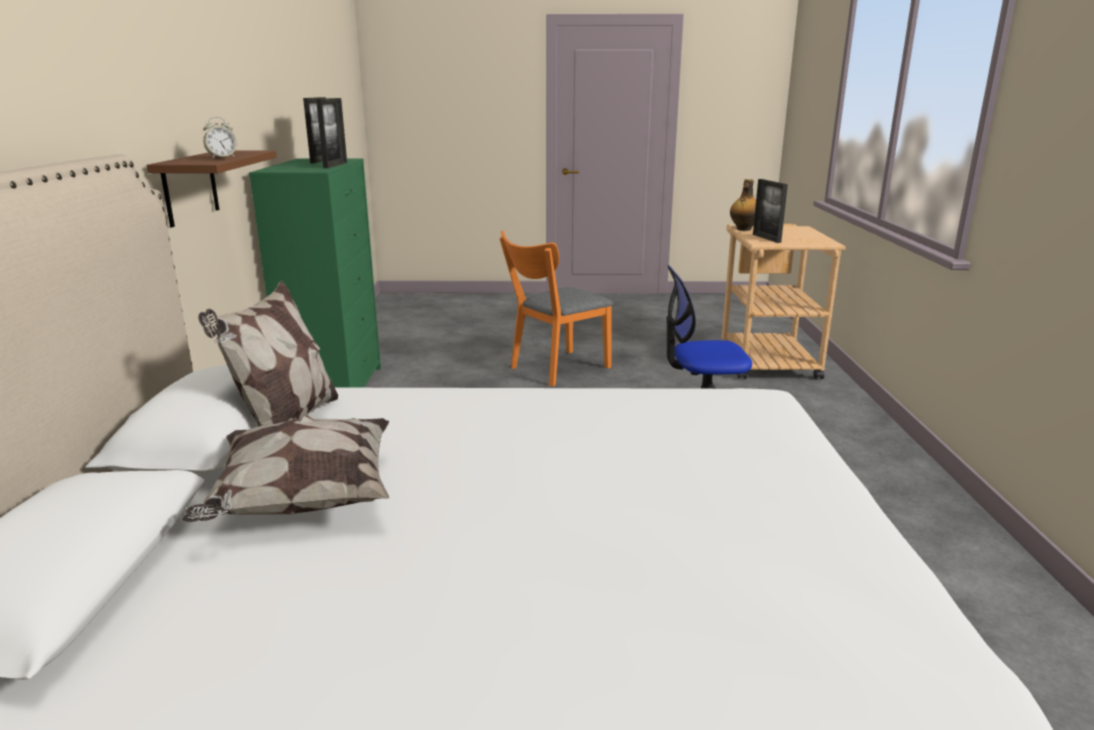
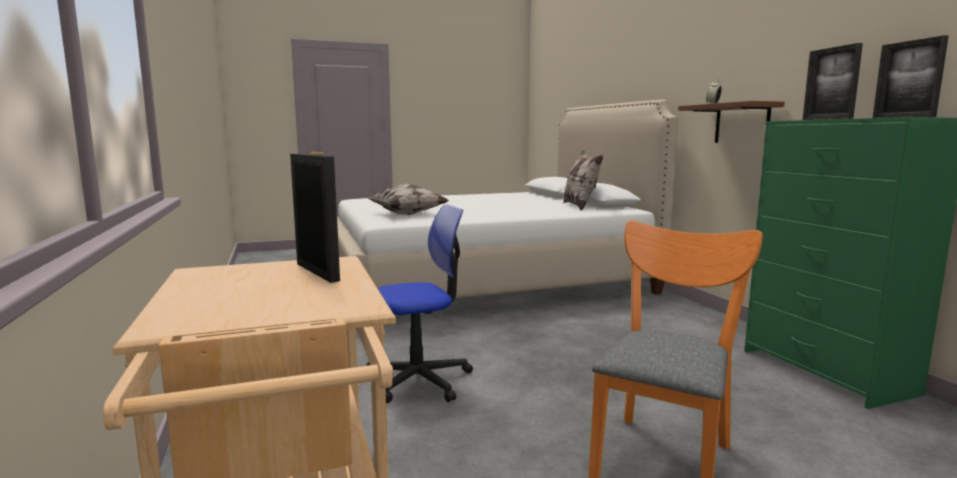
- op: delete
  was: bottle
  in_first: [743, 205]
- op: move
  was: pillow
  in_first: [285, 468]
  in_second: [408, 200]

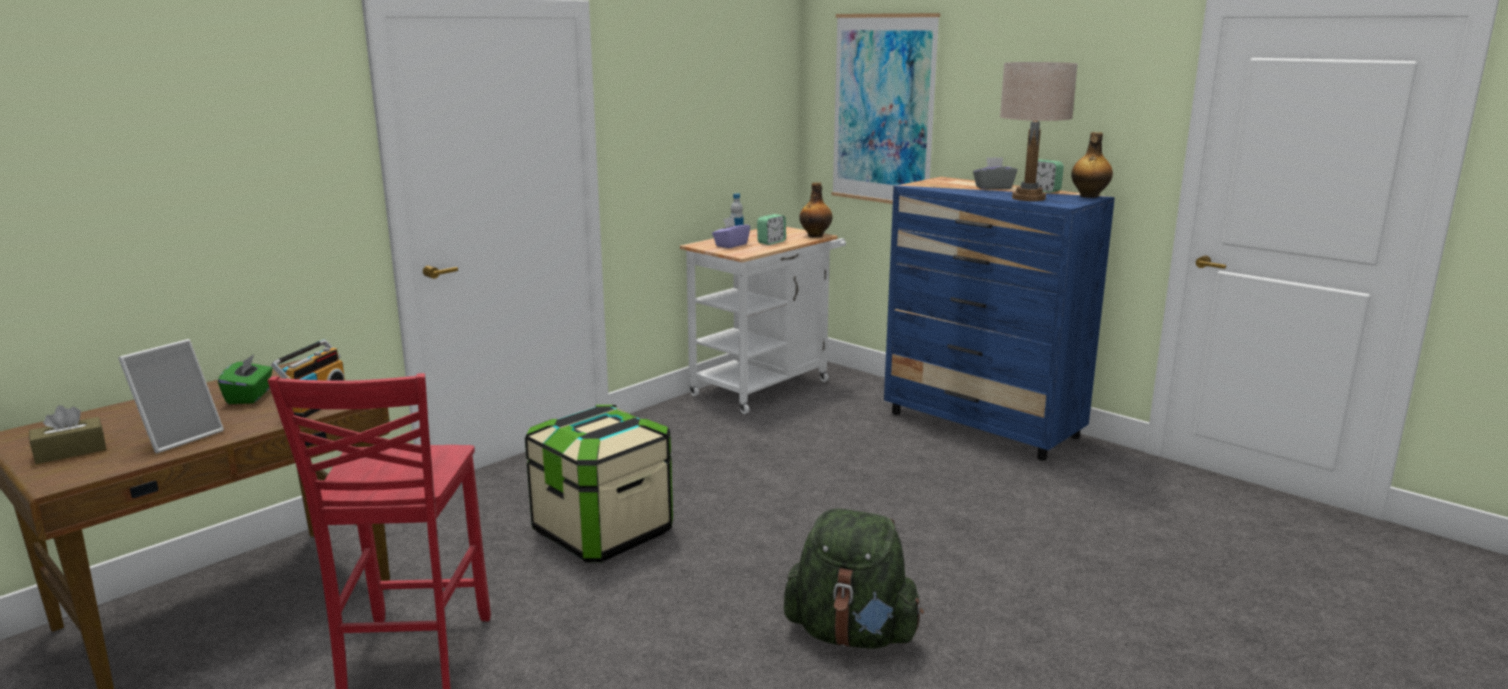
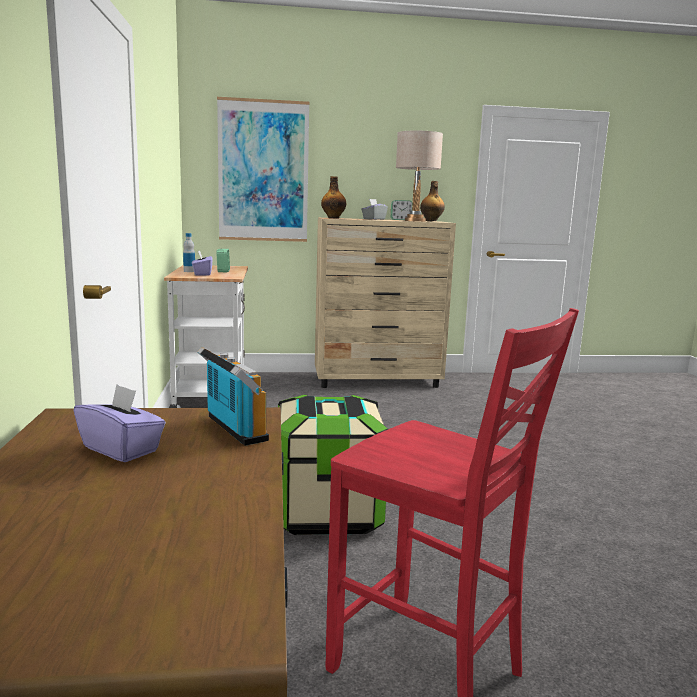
- op: recolor
  was: blue_dresser
  now: beige_dresser
  in_first: [999, 319]
  in_second: [385, 303]
- op: move
  was: bottle
  in_first: [816, 210]
  in_second: [333, 197]
- op: delete
  was: picture_frame
  in_first: [171, 396]
- op: recolor
  was: green_tissue_box
  now: purple_tissue_box
  in_first: [245, 379]
  in_second: [119, 423]
- op: delete
  was: brown_tissue_box
  in_first: [67, 434]
- op: delete
  was: green_backpack
  in_first: [854, 578]

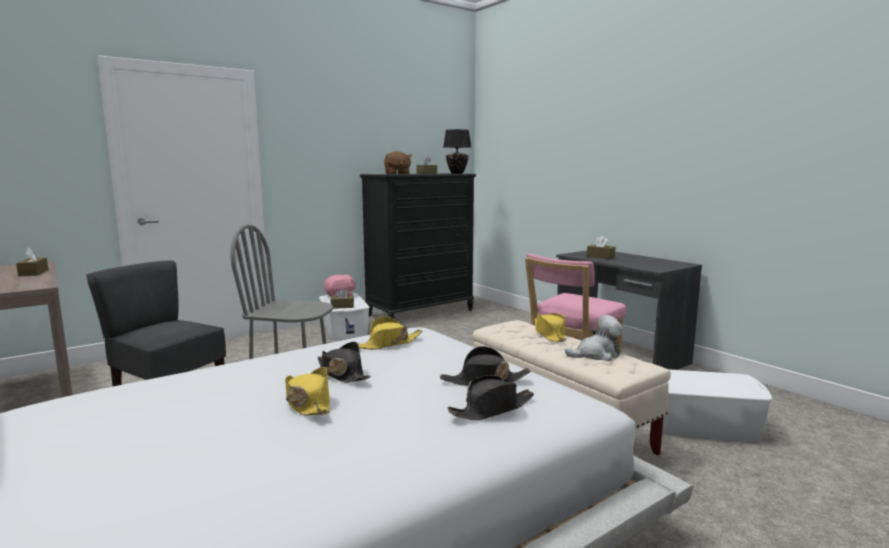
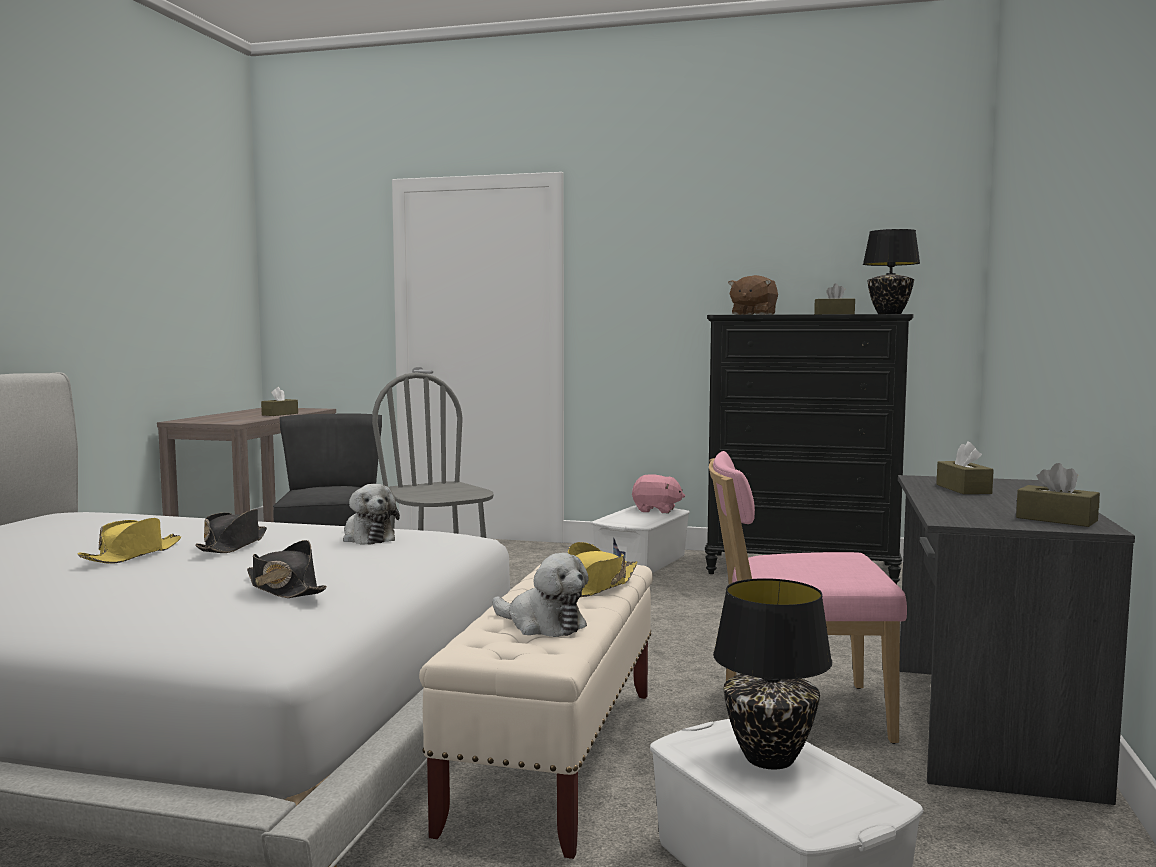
- op: move
  was: brown_tissue_box
  in_first: [342, 298]
  in_second: [1058, 495]
- op: replace
  was: yellow_hat
  now: plush_toy
  in_first: [390, 333]
  in_second: [371, 514]
- op: delete
  was: black_hat
  in_first: [490, 397]
- op: insert
  now: black_table_lamp
  in_second: [772, 673]

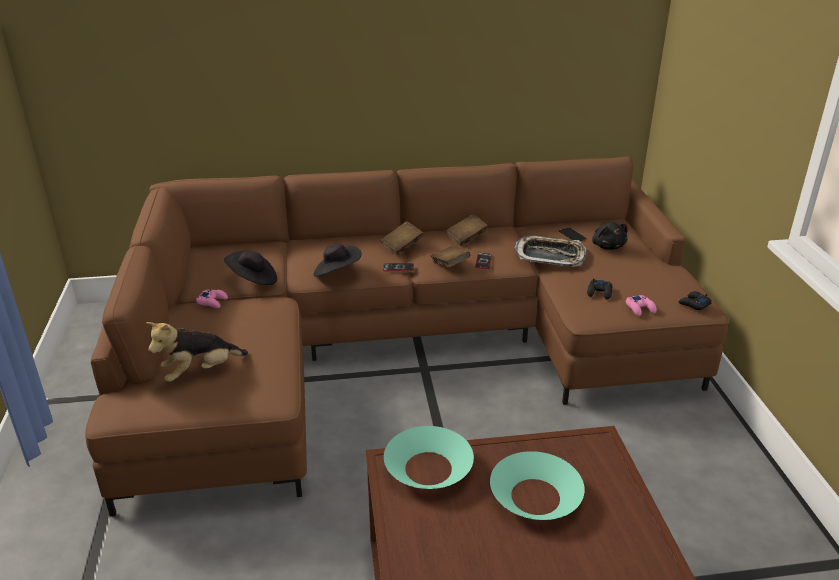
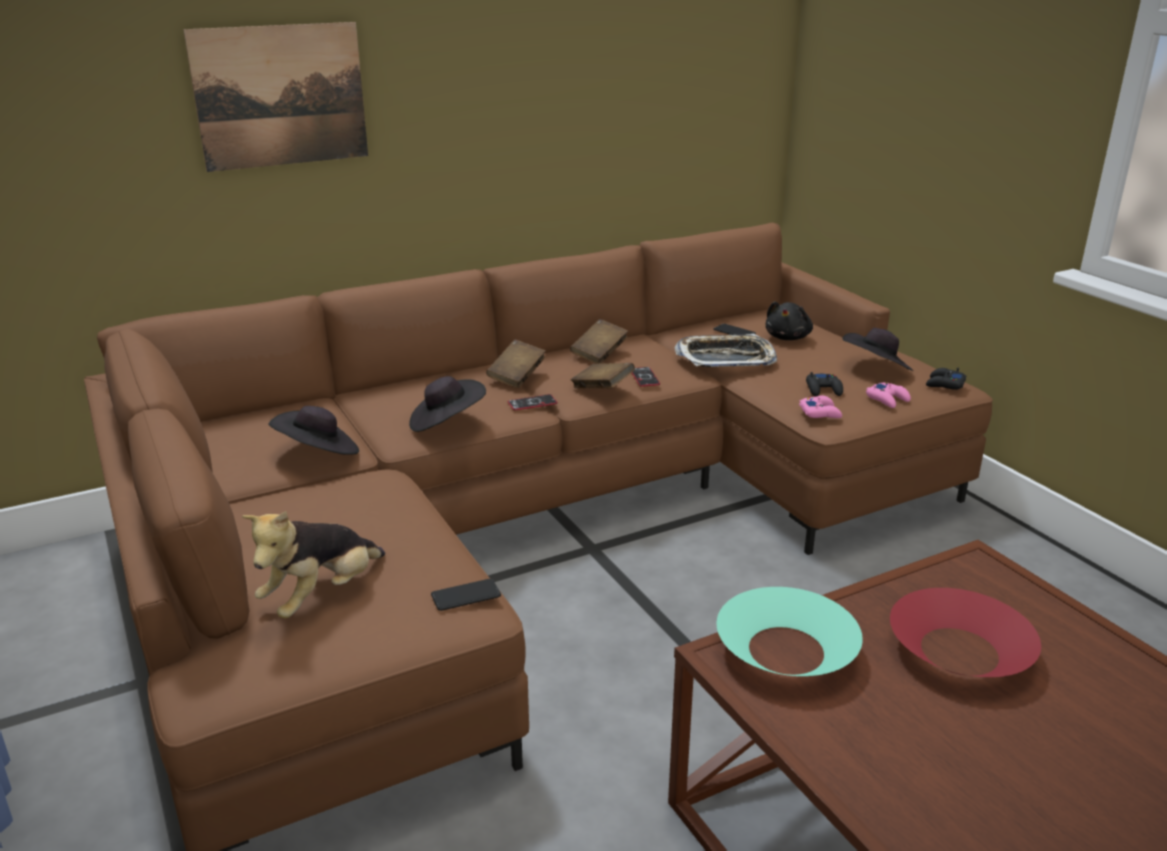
- op: rotate
  was: black_plush_toy
  in_first: [610, 236]
  in_second: [789, 320]
  clockwise: 60
- op: move
  was: pink_game_controller
  in_first: [212, 298]
  in_second: [820, 406]
- op: recolor
  was: turquoise_bowl
  now: red_bowl
  in_first: [537, 485]
  in_second: [965, 632]
- op: insert
  now: picture
  in_second: [275, 97]
- op: insert
  now: black_hat
  in_second: [878, 349]
- op: insert
  now: phone
  in_second: [466, 595]

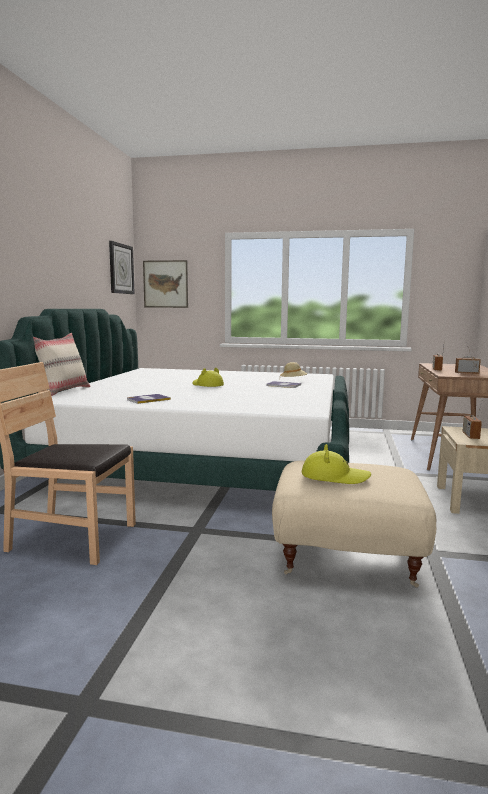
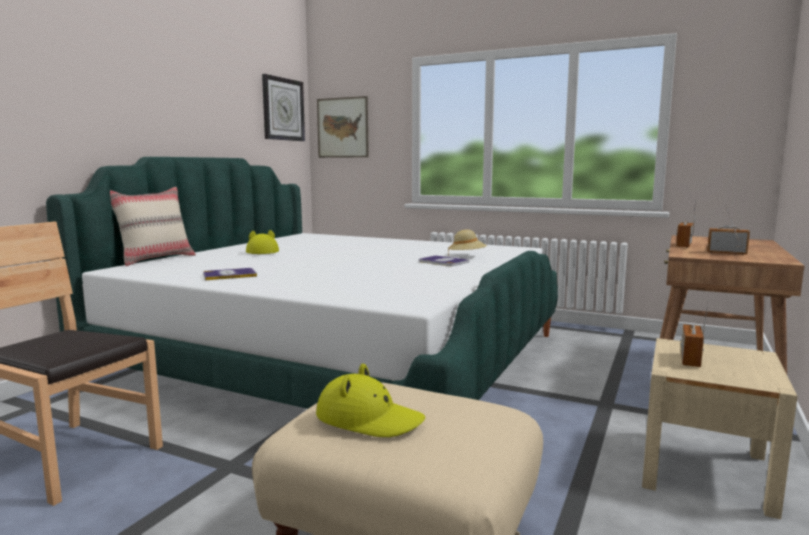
- op: move
  was: yellow_hat
  in_first: [208, 377]
  in_second: [262, 242]

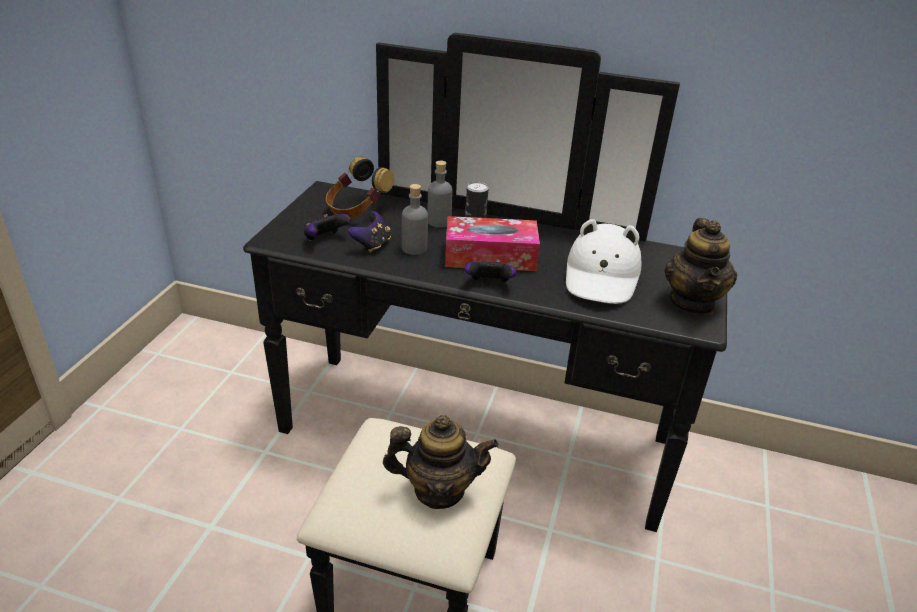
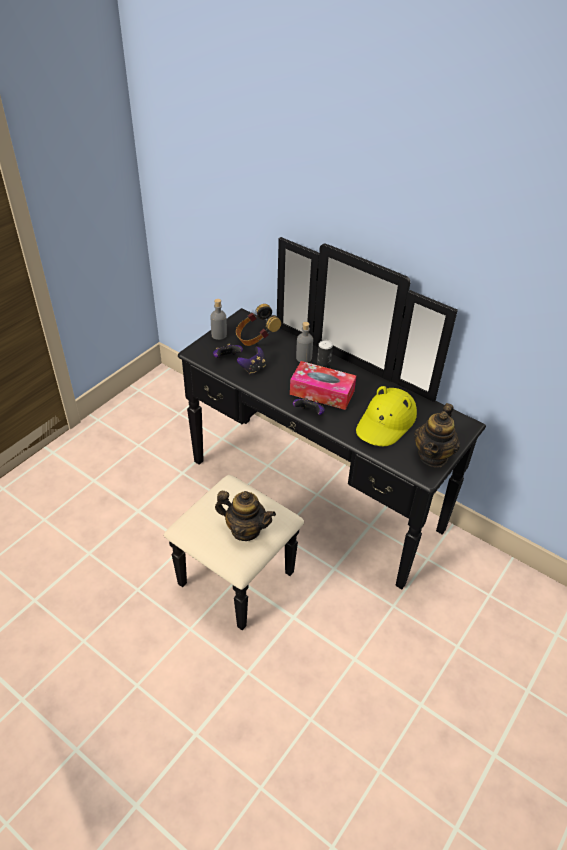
- op: move
  was: grey_bottle
  in_first: [415, 219]
  in_second: [218, 319]
- op: recolor
  was: white_hat
  now: yellow_hat
  in_first: [603, 261]
  in_second: [386, 416]

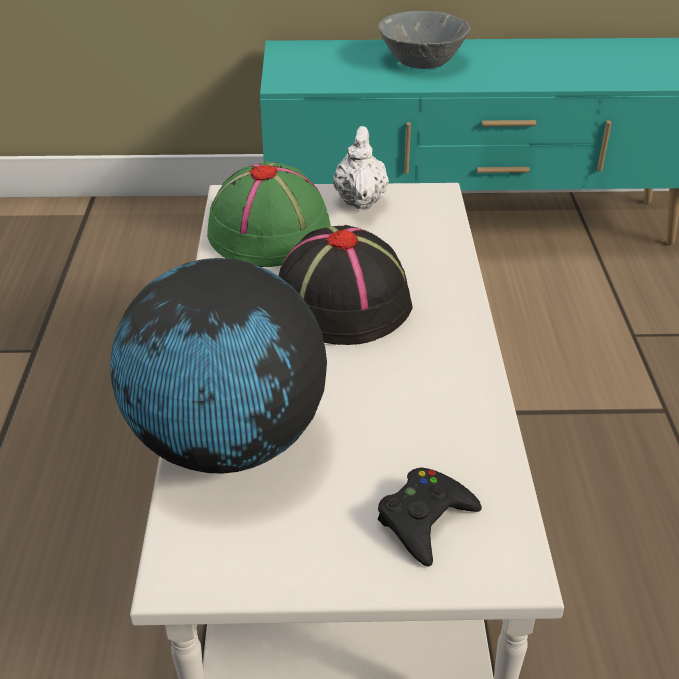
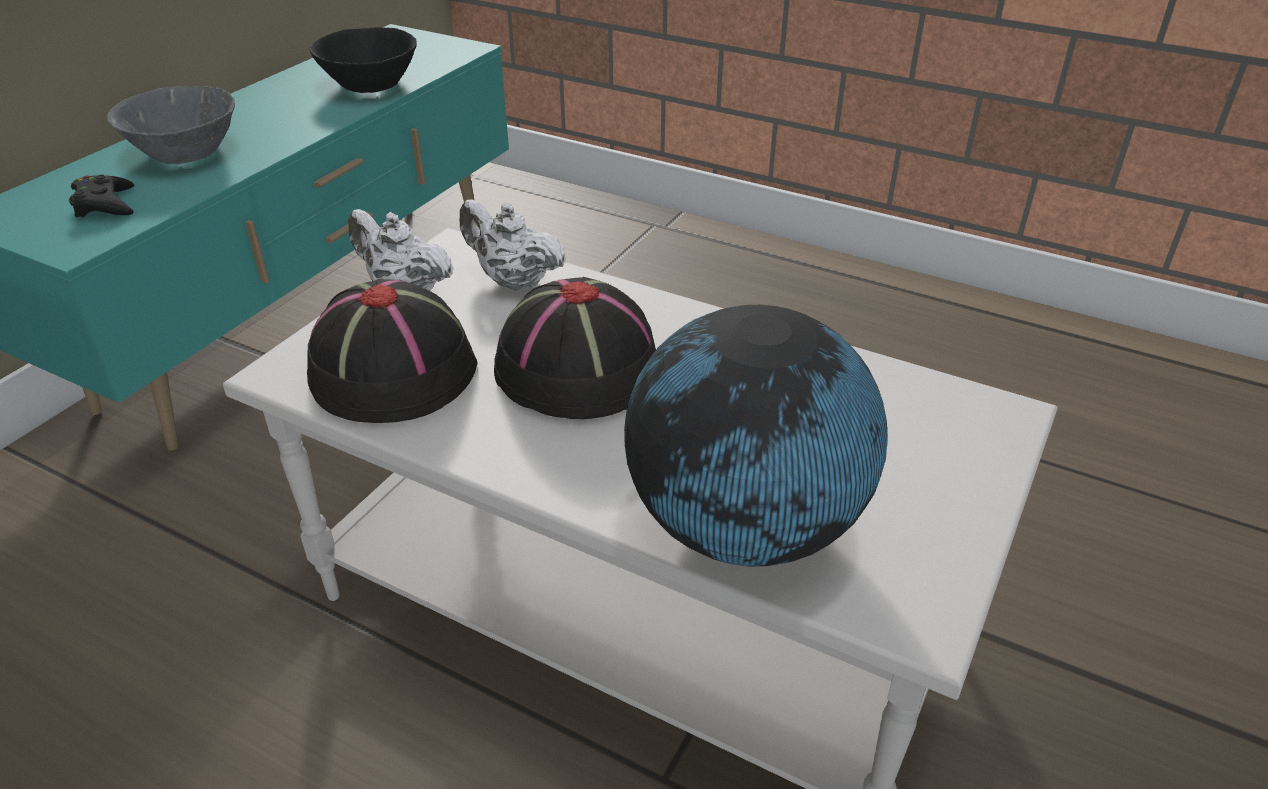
- op: recolor
  was: green_hat
  now: black_hat
  in_first: [269, 214]
  in_second: [392, 351]
- op: move
  was: black_game_controller
  in_first: [430, 517]
  in_second: [101, 196]
- op: insert
  now: black_bowl
  in_second: [363, 60]
- op: insert
  now: white_teapot
  in_second: [513, 245]

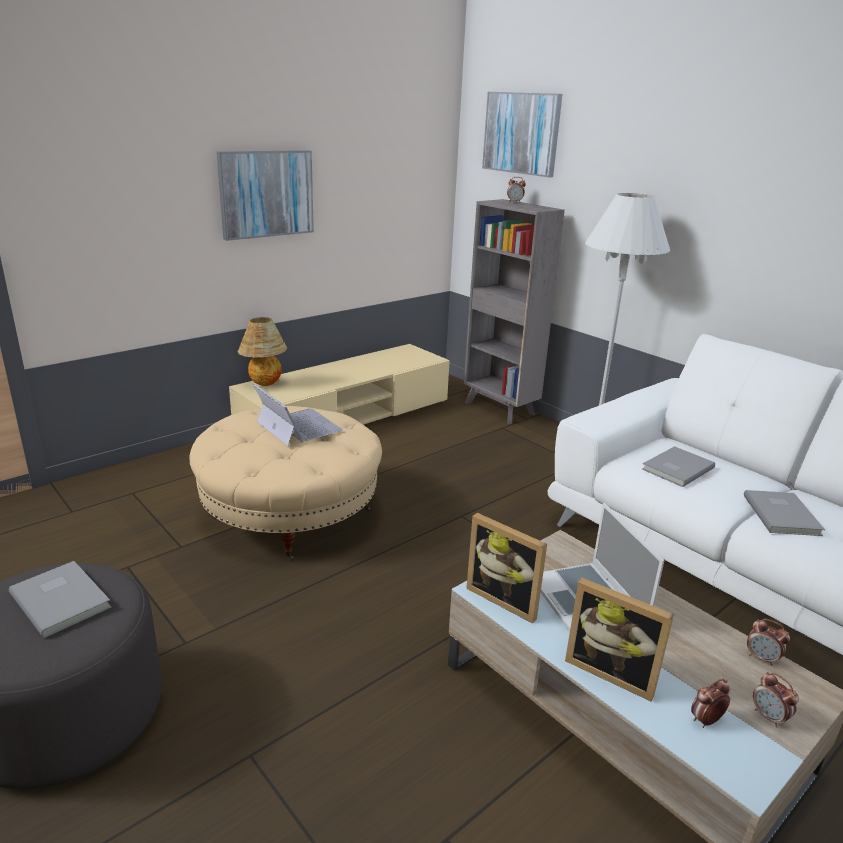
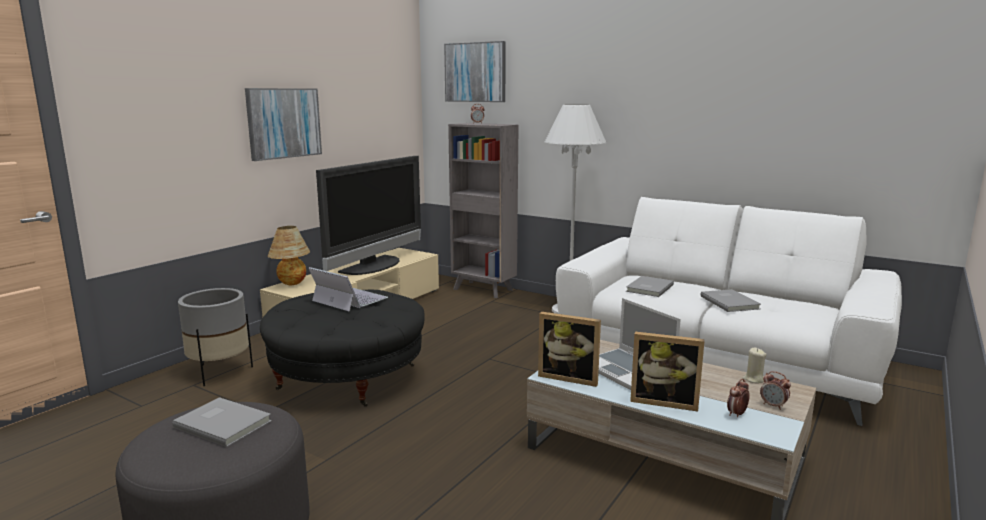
- op: recolor
  was: beige_ottoman
  now: black_ottoman
  in_first: [285, 483]
  in_second: [342, 348]
- op: replace
  was: alarm_clock
  now: beige_candle
  in_first: [768, 642]
  in_second: [754, 365]
- op: insert
  now: television
  in_second: [368, 215]
- op: insert
  now: grey_planter
  in_second: [215, 337]

